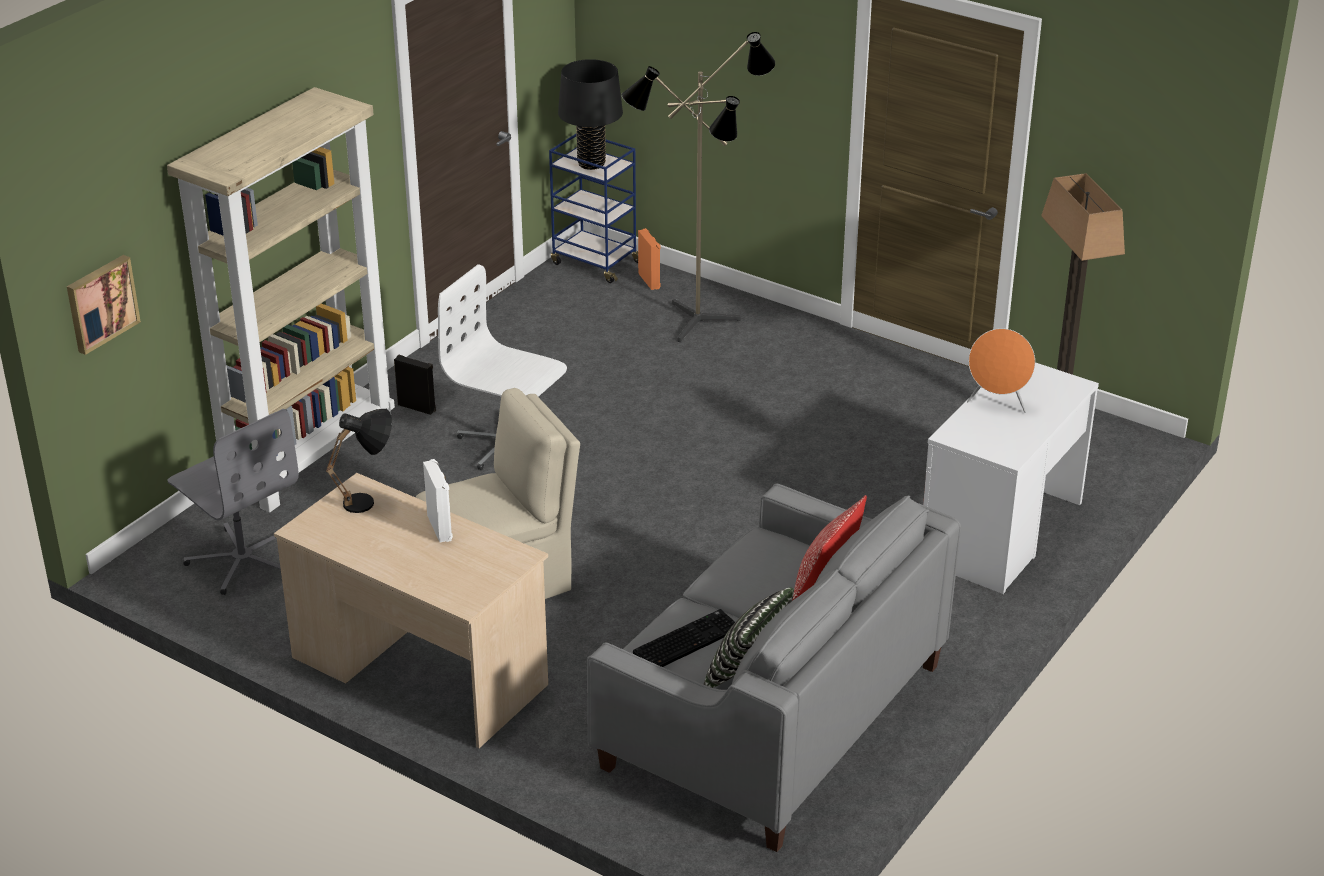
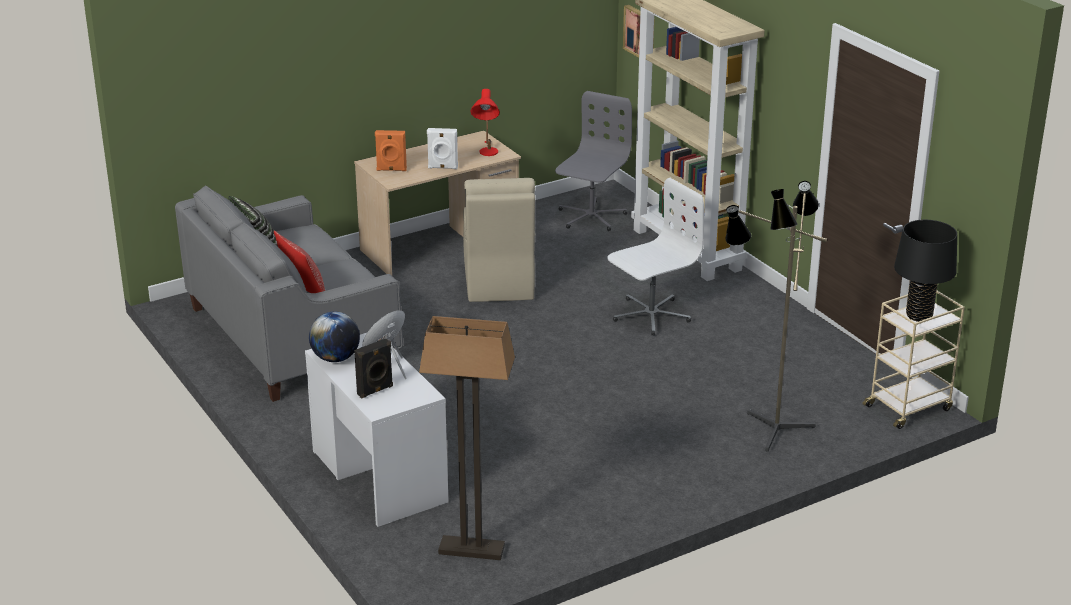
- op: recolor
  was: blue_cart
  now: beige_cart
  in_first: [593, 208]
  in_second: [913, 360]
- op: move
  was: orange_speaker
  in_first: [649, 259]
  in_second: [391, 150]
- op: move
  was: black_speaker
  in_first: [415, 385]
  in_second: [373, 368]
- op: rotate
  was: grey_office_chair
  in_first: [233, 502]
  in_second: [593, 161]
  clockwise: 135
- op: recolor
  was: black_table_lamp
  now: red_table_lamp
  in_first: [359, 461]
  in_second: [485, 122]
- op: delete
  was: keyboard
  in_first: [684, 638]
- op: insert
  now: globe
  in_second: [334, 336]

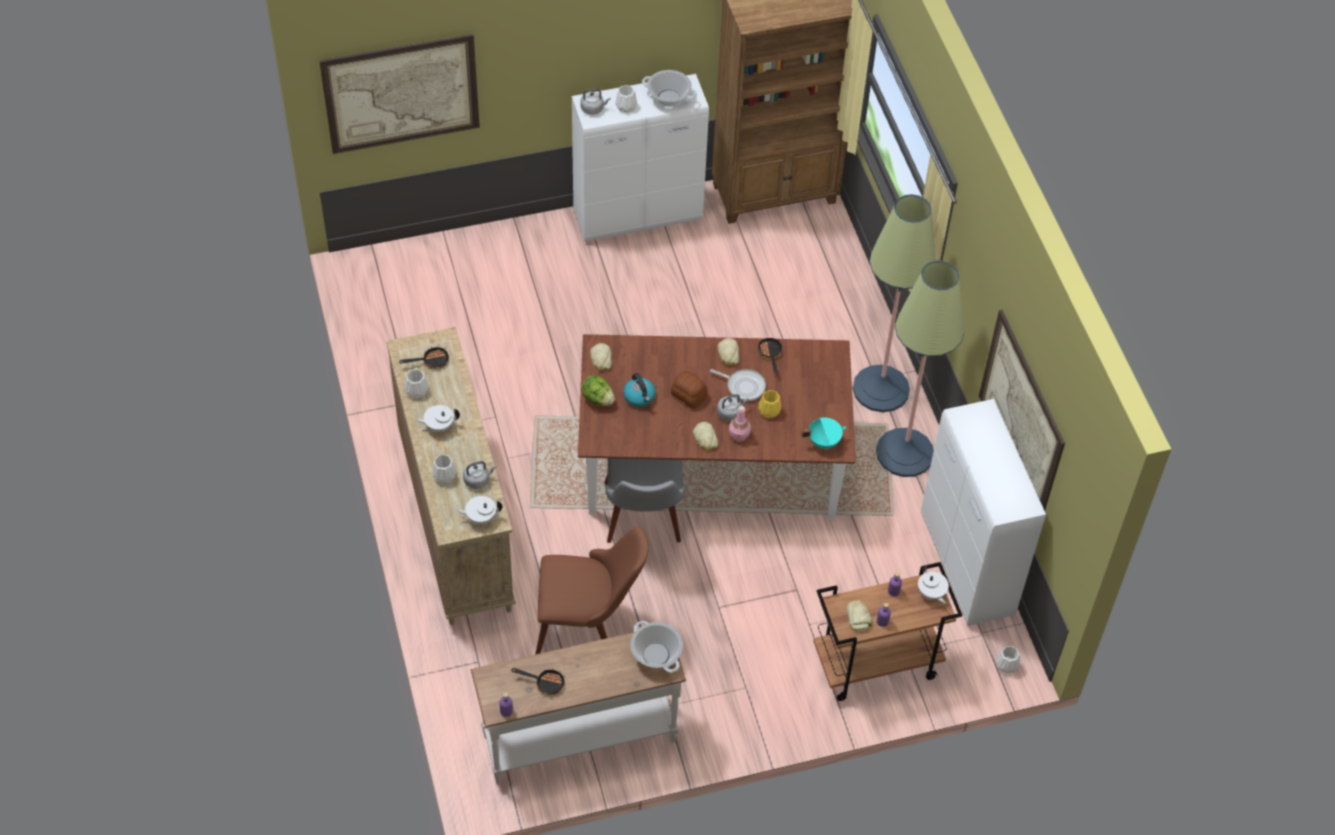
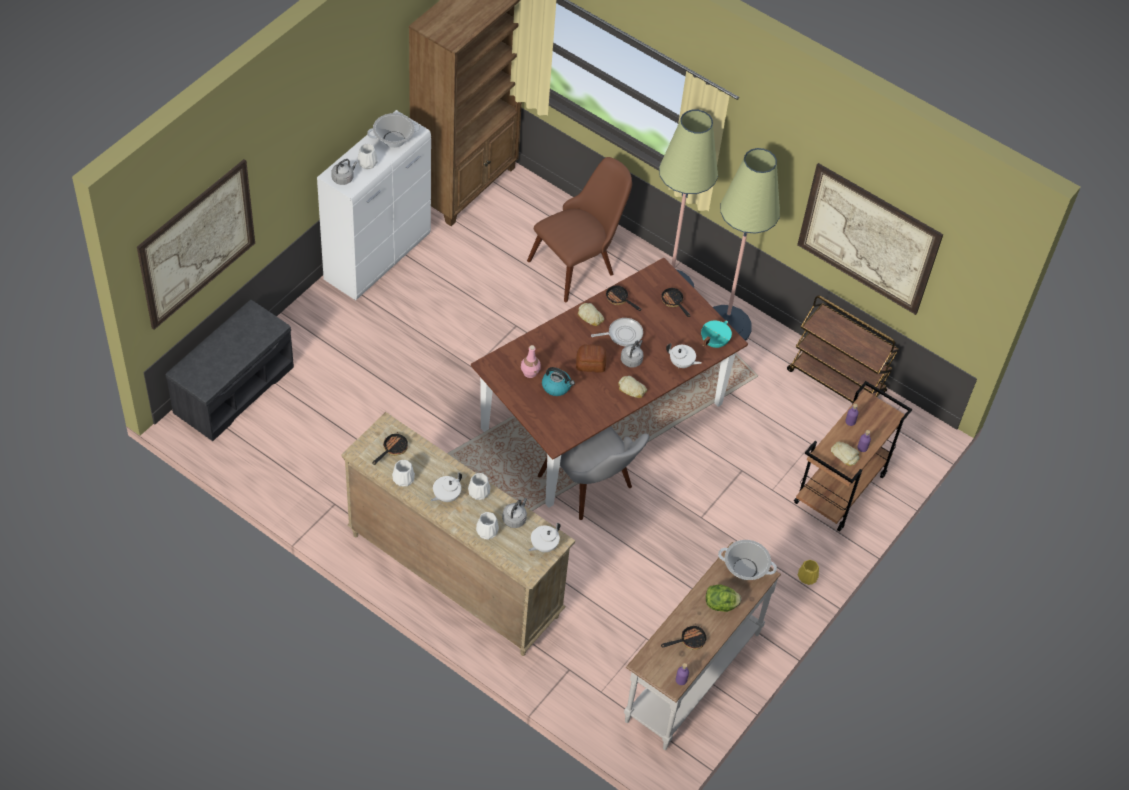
- op: delete
  was: bread
  in_first: [601, 357]
- op: move
  was: lettuce
  in_first: [598, 390]
  in_second: [723, 598]
- op: move
  was: yellow_vase
  in_first: [770, 404]
  in_second: [808, 572]
- op: replace
  was: white_cabinet
  now: brown_cart
  in_first: [983, 512]
  in_second: [843, 349]
- op: move
  was: pink_bottle
  in_first: [740, 424]
  in_second: [531, 361]
- op: move
  was: brown_chair
  in_first: [592, 590]
  in_second: [579, 229]
- op: move
  was: white_teapot
  in_first: [933, 584]
  in_second: [684, 355]
- op: move
  was: white_vase
  in_first: [1008, 660]
  in_second: [479, 486]
- op: insert
  now: frying_pan
  in_second: [675, 302]
- op: insert
  now: grey_bench
  in_second: [230, 370]

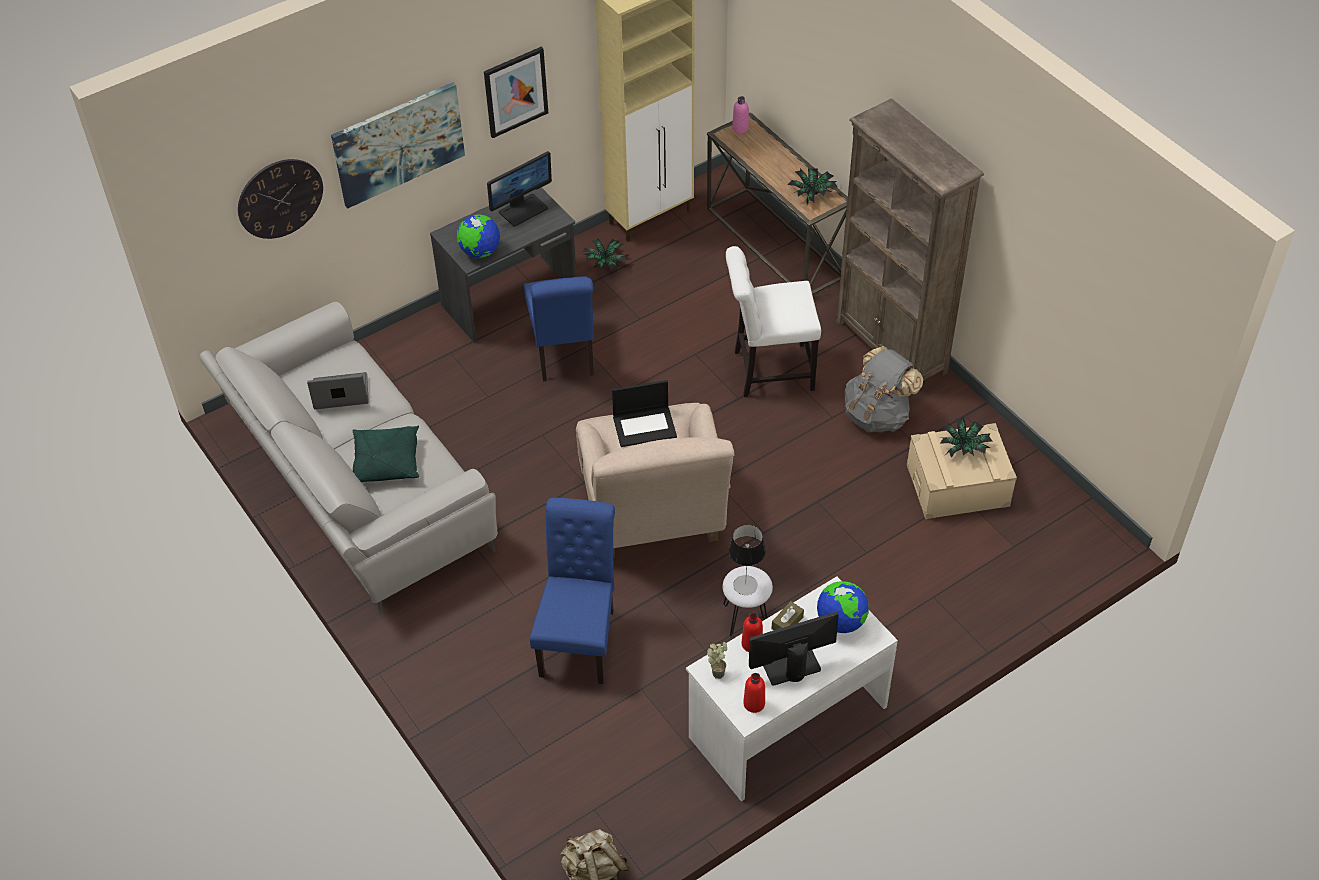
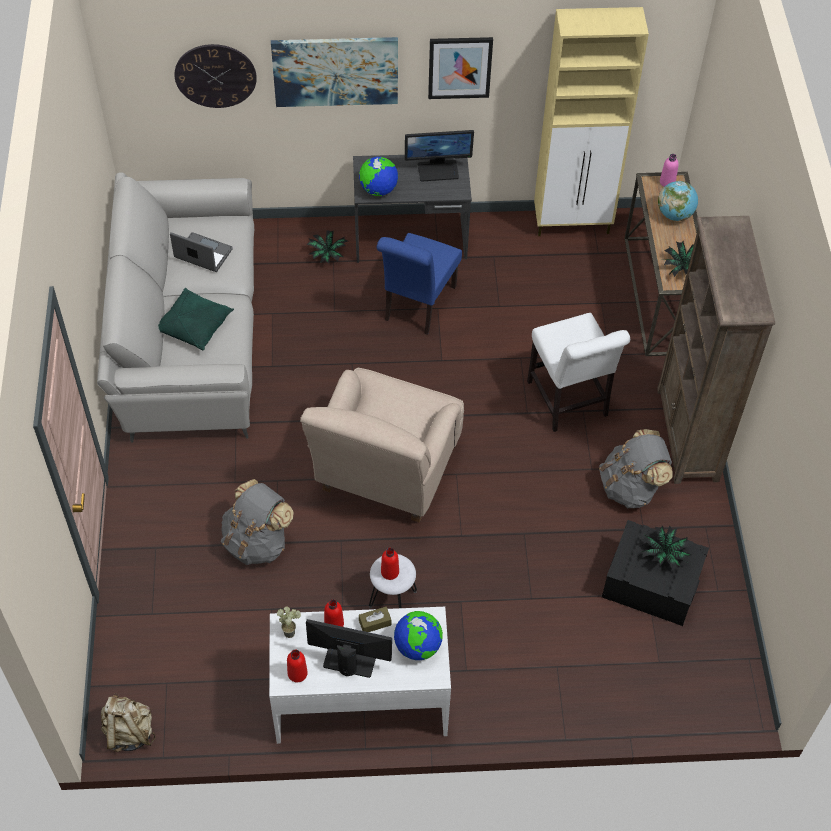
- op: move
  was: potted_plant
  in_first: [605, 254]
  in_second: [327, 246]
- op: rotate
  was: white_chair
  in_first: [773, 321]
  in_second: [578, 372]
  clockwise: -135
- op: delete
  was: laptop
  in_first: [644, 413]
- op: recolor
  was: beige_storage_box
  now: black_storage_box
  in_first: [962, 471]
  in_second: [655, 573]
- op: replace
  was: blue_chair
  now: grey_backpack
  in_first: [572, 591]
  in_second: [257, 522]
- op: replace
  was: table_lamp
  now: red_bottle
  in_first: [747, 560]
  in_second: [390, 564]
- op: insert
  now: globe
  in_second: [678, 201]

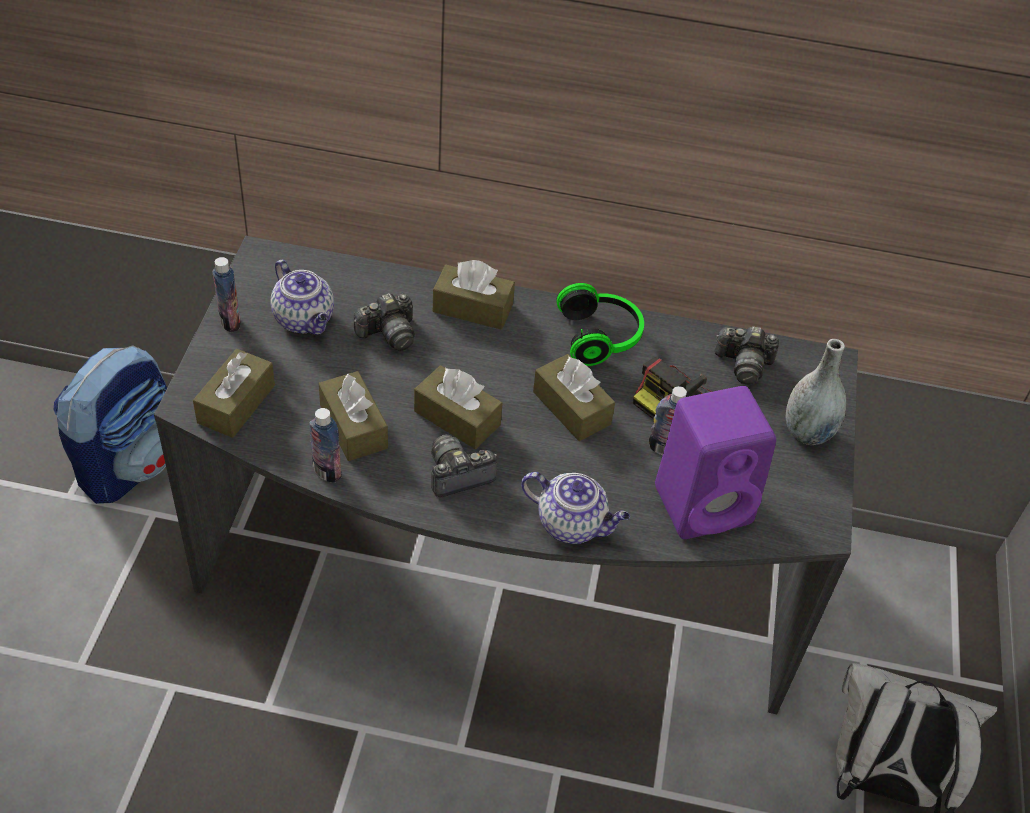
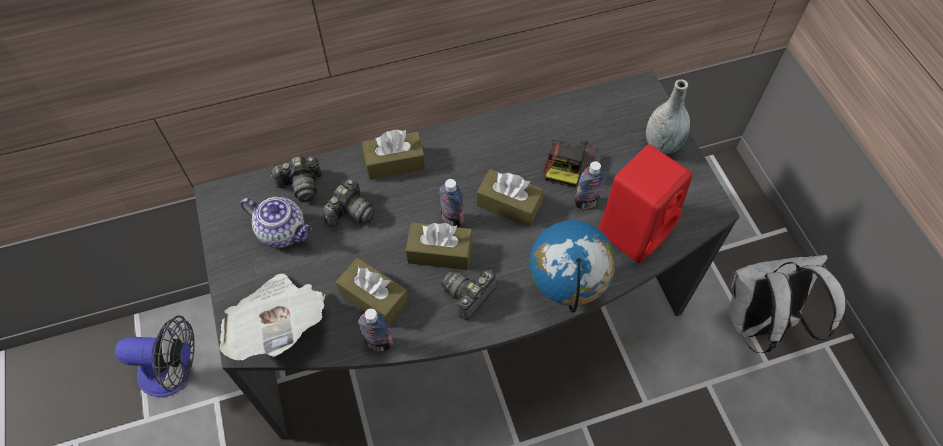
- op: move
  was: bottle
  in_first: [227, 294]
  in_second: [452, 203]
- op: delete
  was: headphones
  in_first: [600, 324]
- op: move
  was: photo_camera
  in_first: [747, 355]
  in_second: [296, 179]
- op: replace
  was: backpack
  now: fan
  in_first: [110, 424]
  in_second: [155, 356]
- op: replace
  was: brown_tissue_box
  now: newspaper
  in_first: [234, 393]
  in_second: [272, 317]
- op: recolor
  was: purple_speaker
  now: red_speaker
  in_first: [715, 462]
  in_second: [645, 203]
- op: replace
  was: teapot
  now: globe
  in_first: [575, 508]
  in_second: [572, 266]

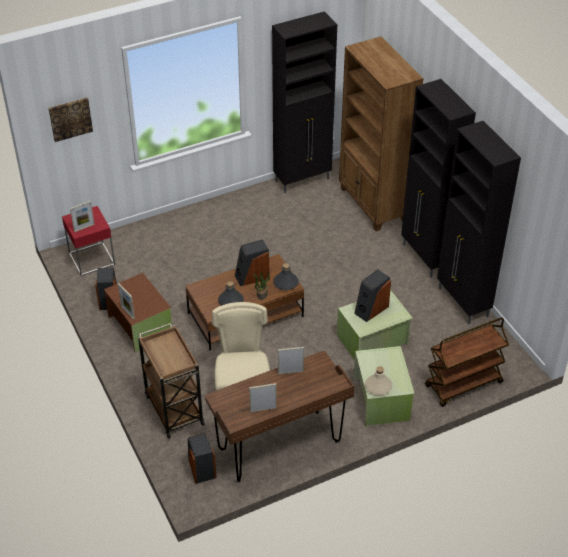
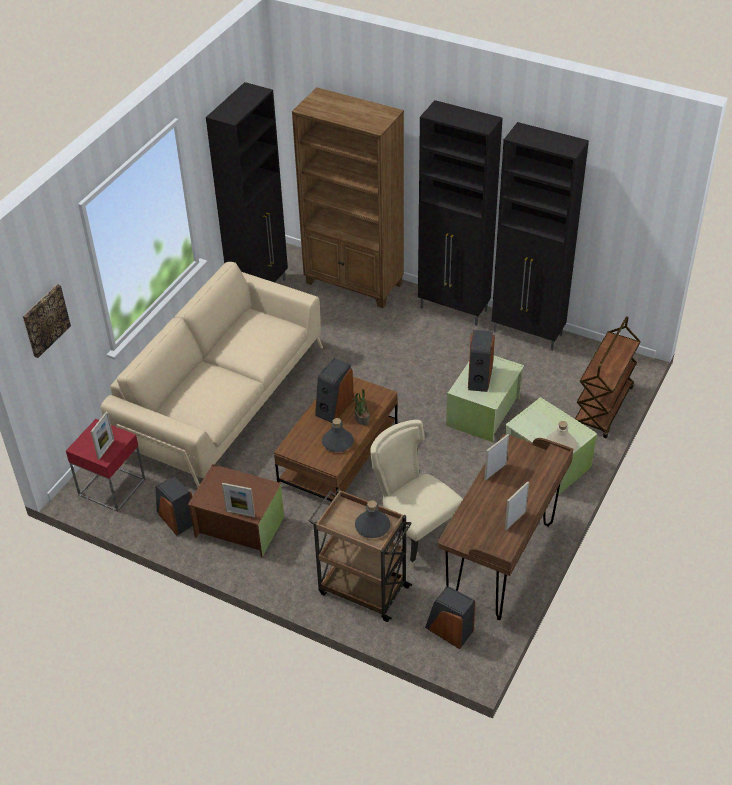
- op: move
  was: grey_bottle
  in_first: [286, 276]
  in_second: [372, 519]
- op: insert
  now: beige_sofa
  in_second: [212, 375]

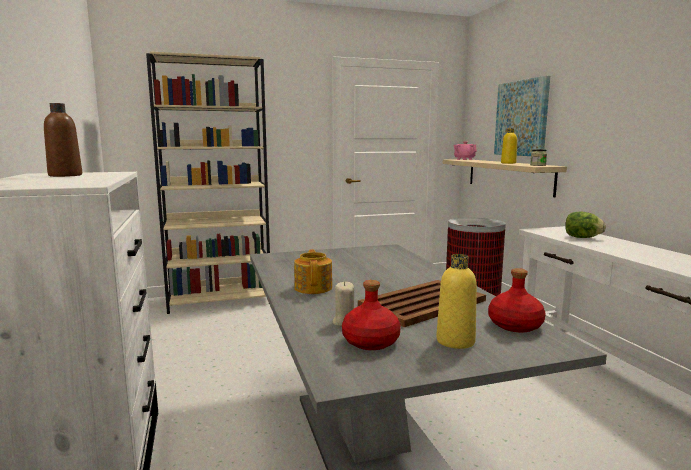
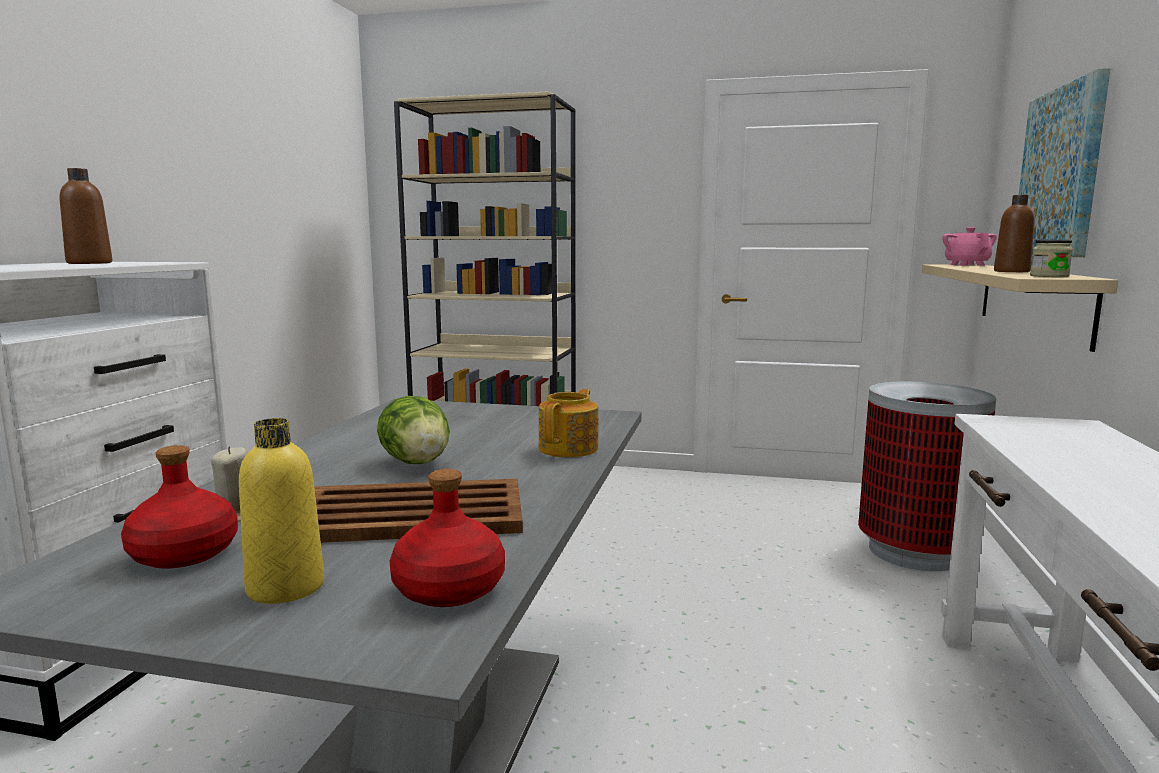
- op: recolor
  was: yellow_bottle
  now: brown_bottle
  in_first: [509, 146]
  in_second: [1014, 233]
- op: move
  was: lettuce
  in_first: [585, 225]
  in_second: [413, 430]
- op: move
  was: teapot
  in_first: [313, 271]
  in_second: [568, 423]

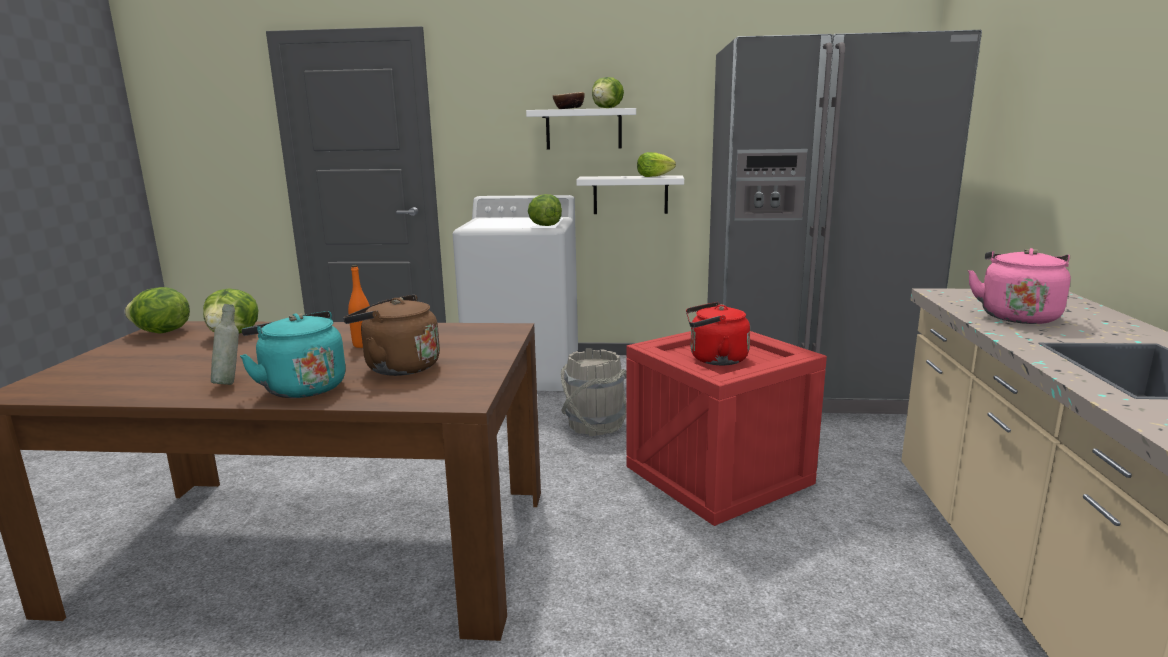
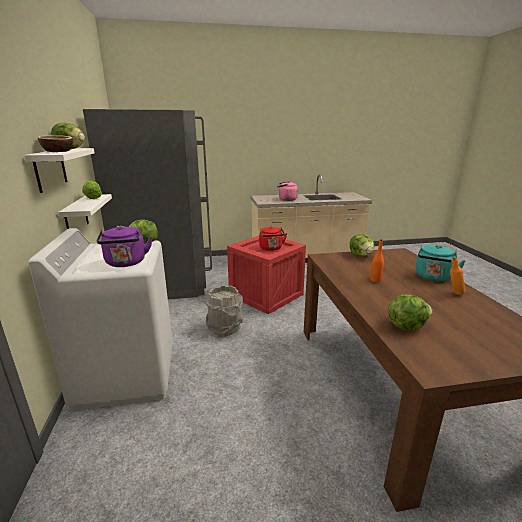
- op: move
  was: lettuce
  in_first: [157, 310]
  in_second: [362, 245]
- op: delete
  was: brown_kettle
  in_first: [391, 335]
- op: recolor
  was: grey_bottle
  now: orange_bottle
  in_first: [225, 344]
  in_second: [457, 276]
- op: insert
  now: purple_kettle
  in_second: [124, 246]

